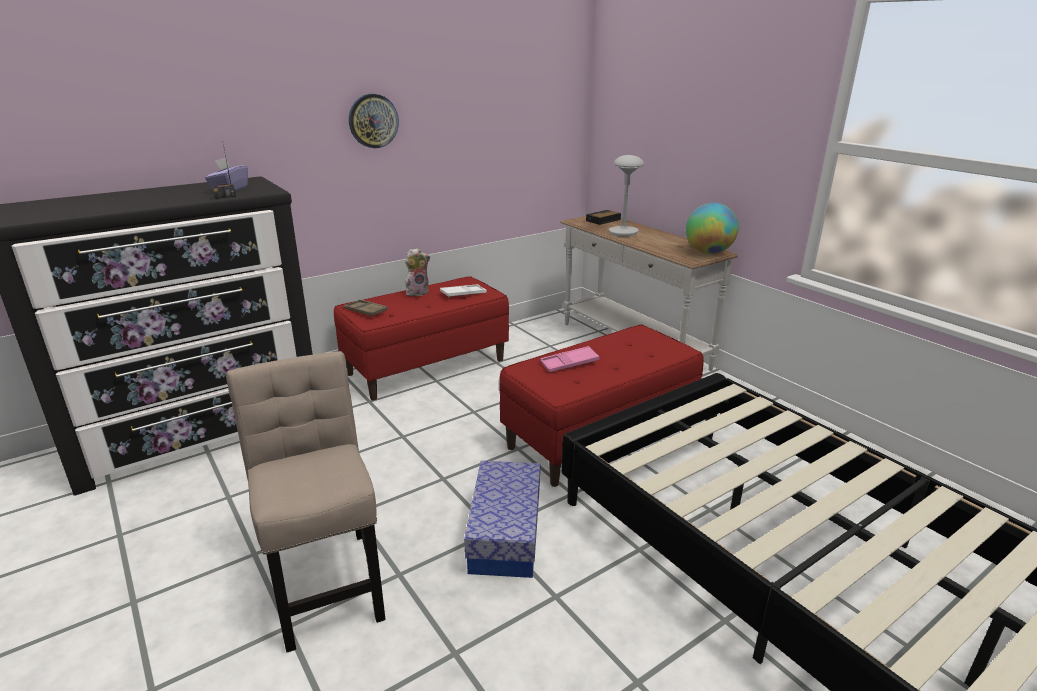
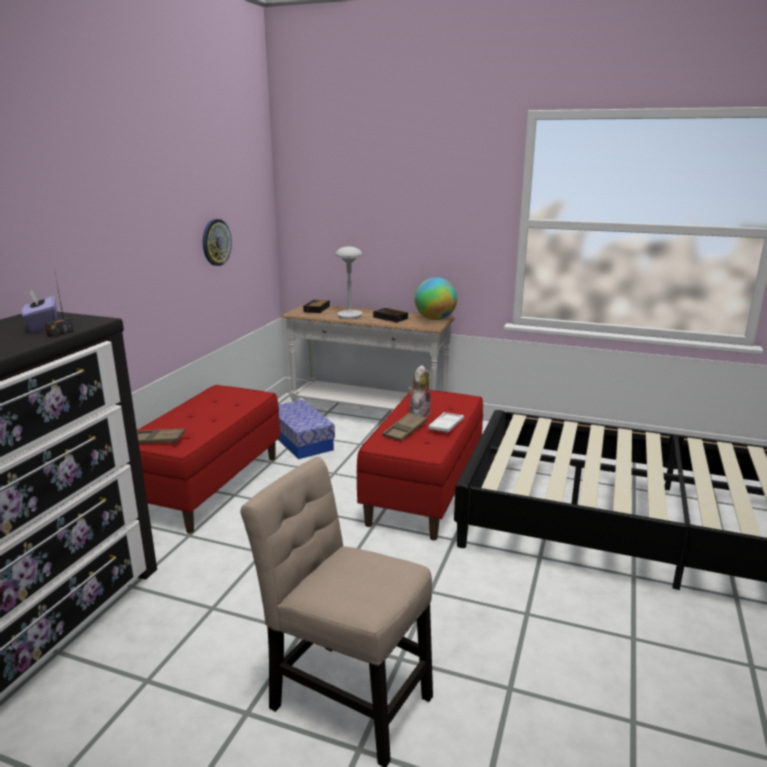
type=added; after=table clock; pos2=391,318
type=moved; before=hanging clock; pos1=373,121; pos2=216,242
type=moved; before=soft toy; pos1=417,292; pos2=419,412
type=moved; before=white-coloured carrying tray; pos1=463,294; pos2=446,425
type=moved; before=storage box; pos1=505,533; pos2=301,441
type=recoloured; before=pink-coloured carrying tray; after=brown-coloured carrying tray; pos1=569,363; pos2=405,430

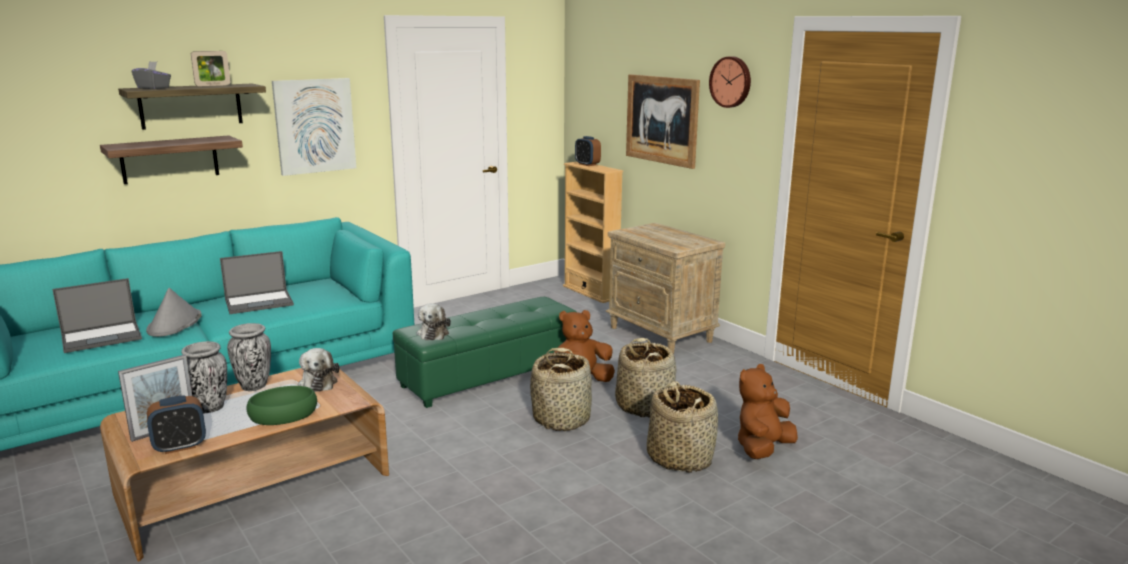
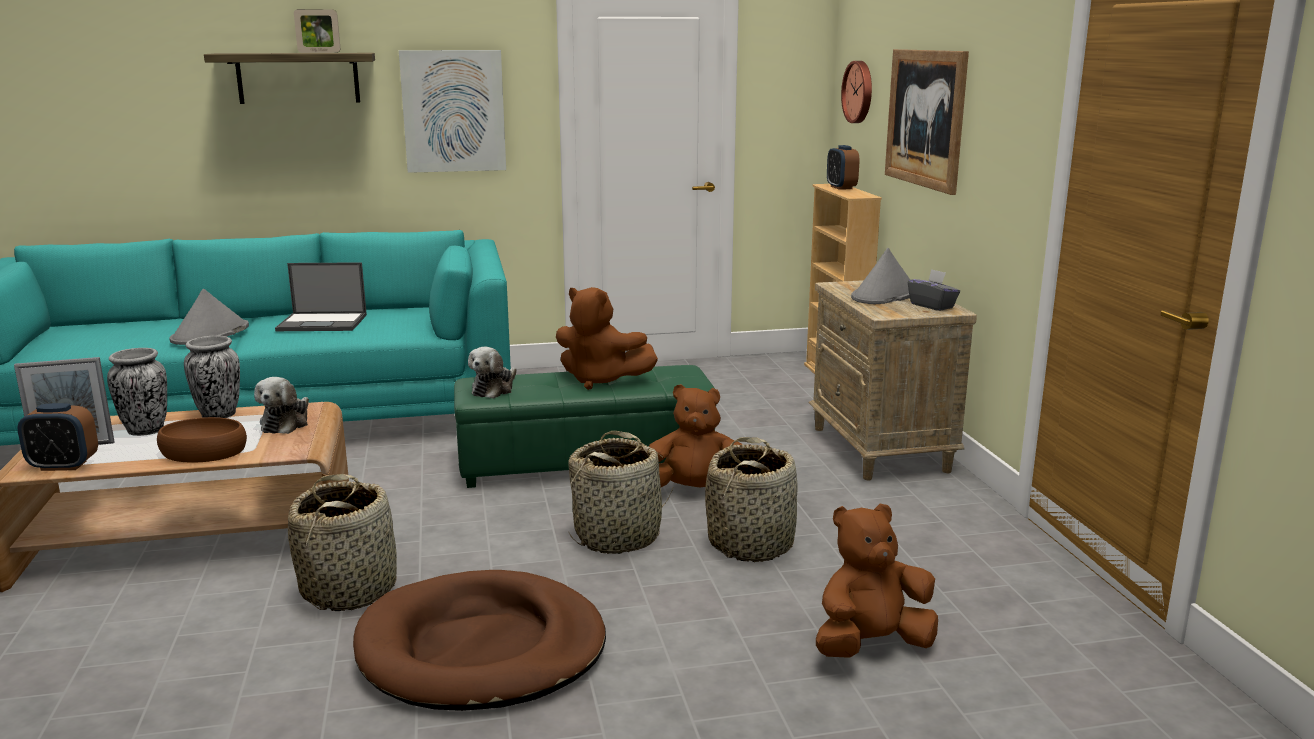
type=removed; before=laptop; pos1=102,337
type=removed; before=bracket shelf; pos1=170,159
type=added; after=brown-coloured dog bed; pos2=481,649
type=added; after=brown-coloured soft toy; pos2=601,380
type=added; after=gray clothing hat; pos2=884,295
type=moved; before=gray tissue box; pos1=153,88; pos2=932,306
type=moved; before=storage basket; pos1=680,458; pos2=350,589
type=moved; before=hanging clock; pos1=731,82; pos2=859,92
type=recoloured; before=greenish deep dish; after=brown-coloured deep dish; pos1=283,414; pos2=203,452

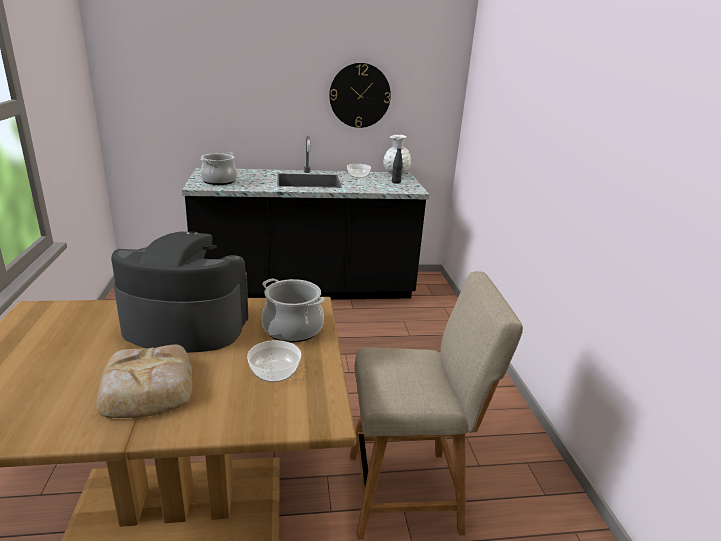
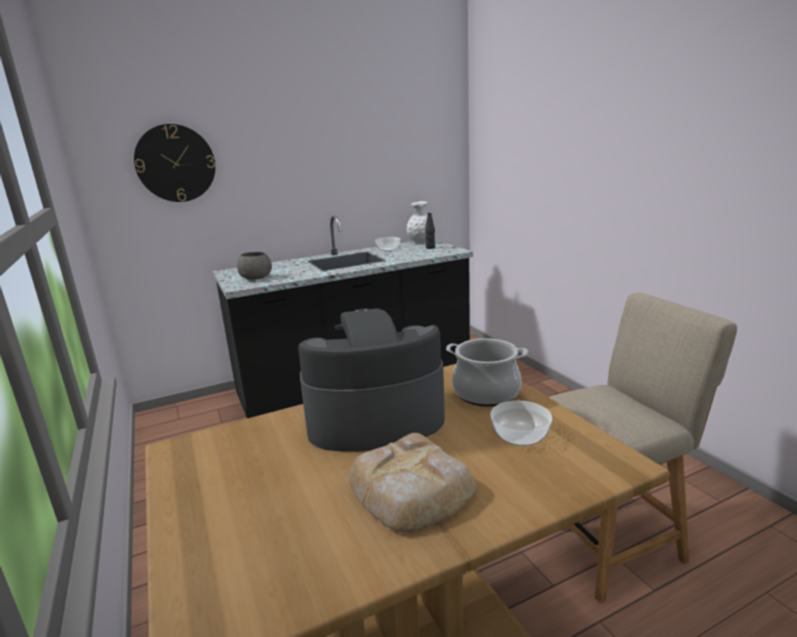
type=moved; before=hanging clock; pos1=359,95; pos2=175,163
type=replaced; before=stockpot; after=gray deep dish; pos1=219,181; pos2=255,277

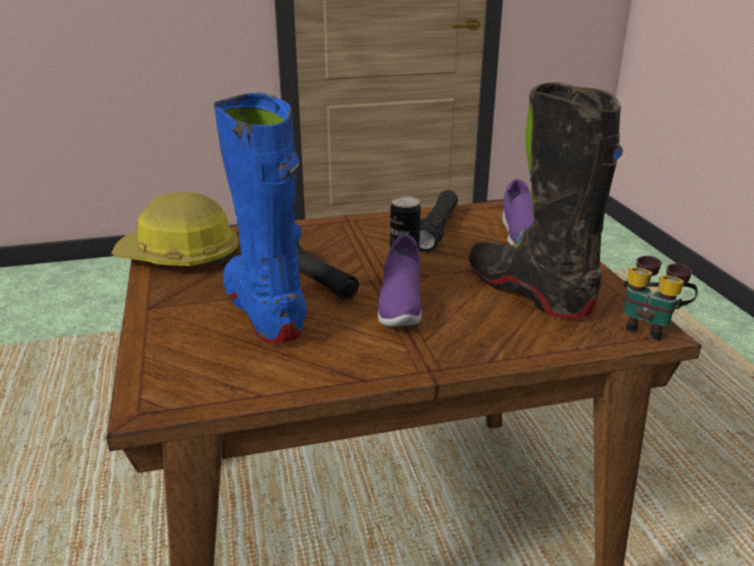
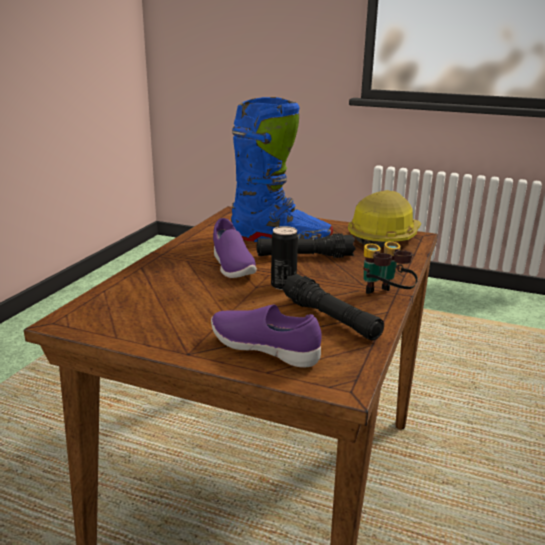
type=removed; before=black-coloured tall boot; pos1=529,291
type=moved; before=pair of binoculars; pos1=649,326; pos2=384,298
type=turned; before=purple-coloured item of footwear; pos1=399,305; pos2=231,267; turn=-150

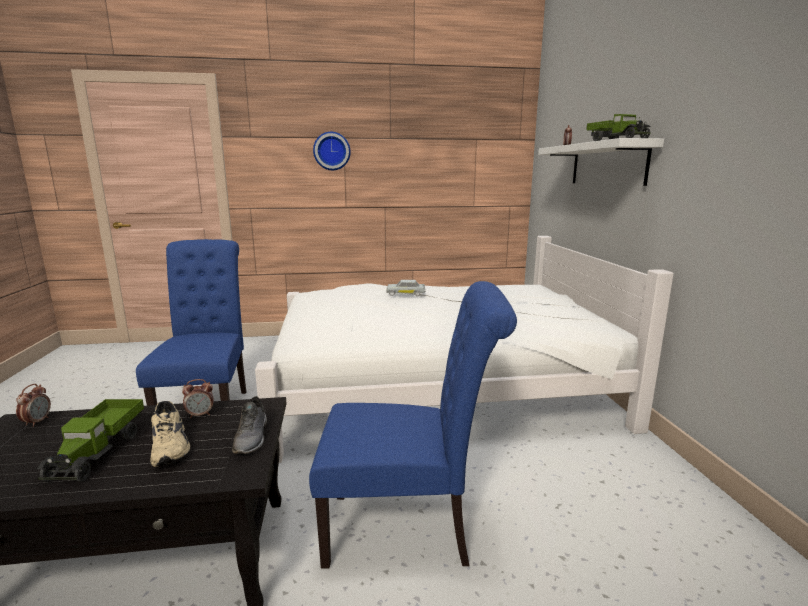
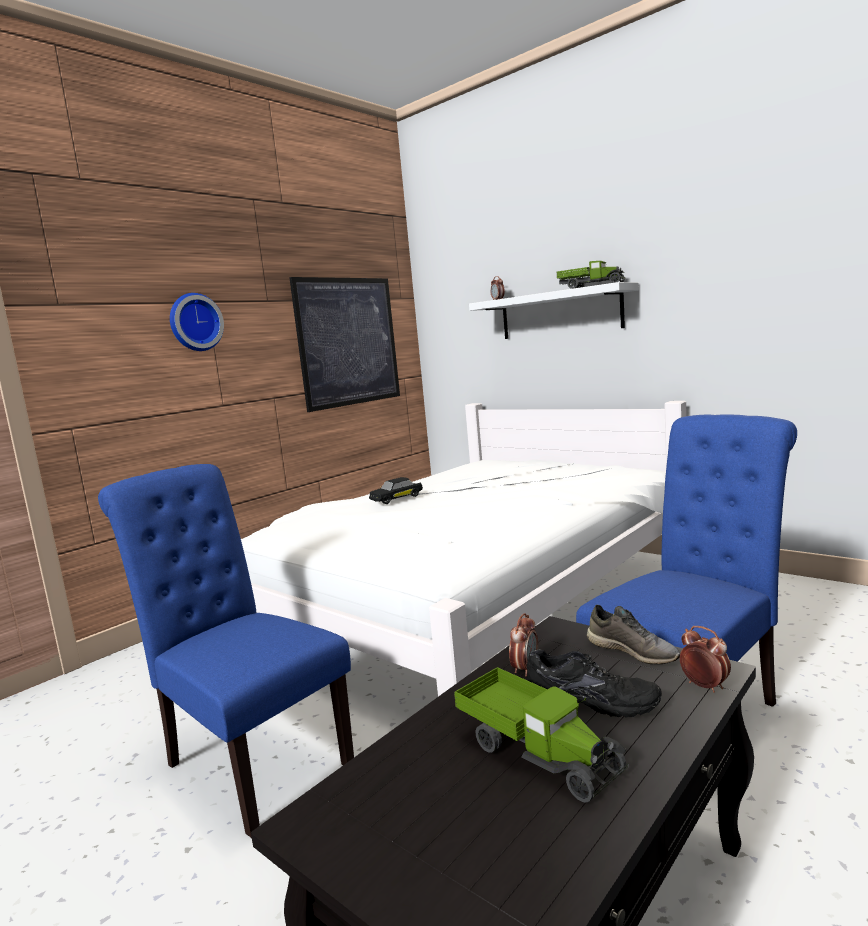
type=added; after=picture; pos2=348,341
type=moved; before=table clock; pos1=37,422; pos2=704,686
type=recoloured; before=beige-coloured item of footwear; after=black-coloured item of footwear; pos1=172,446; pos2=591,699
type=recoloured; before=white-coloured miniature car; after=black-coloured miniature car; pos1=406,294; pos2=396,498

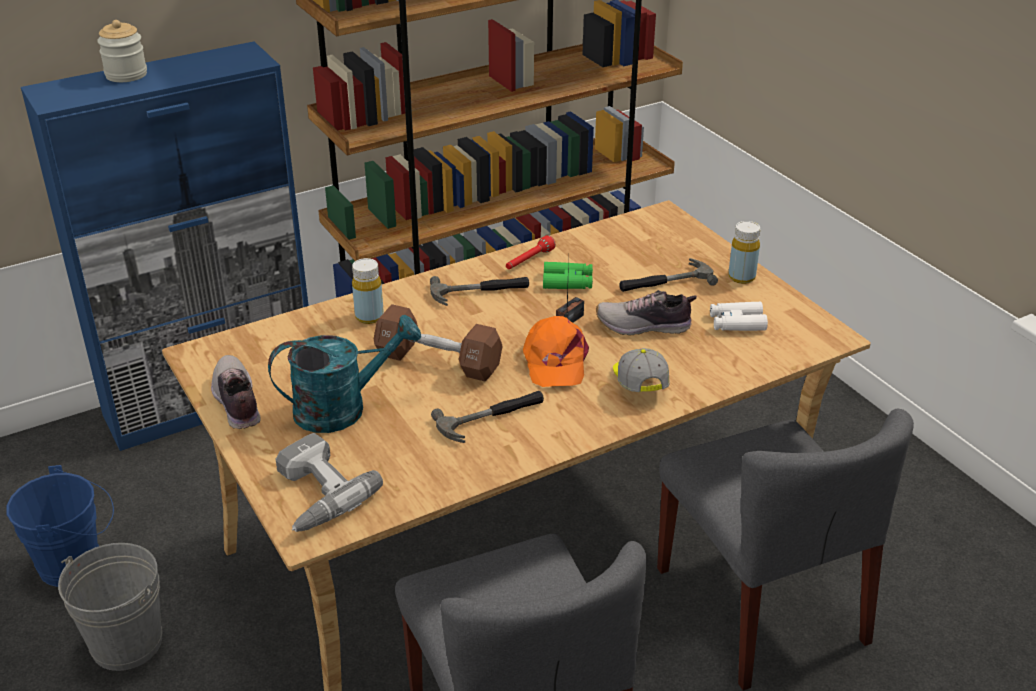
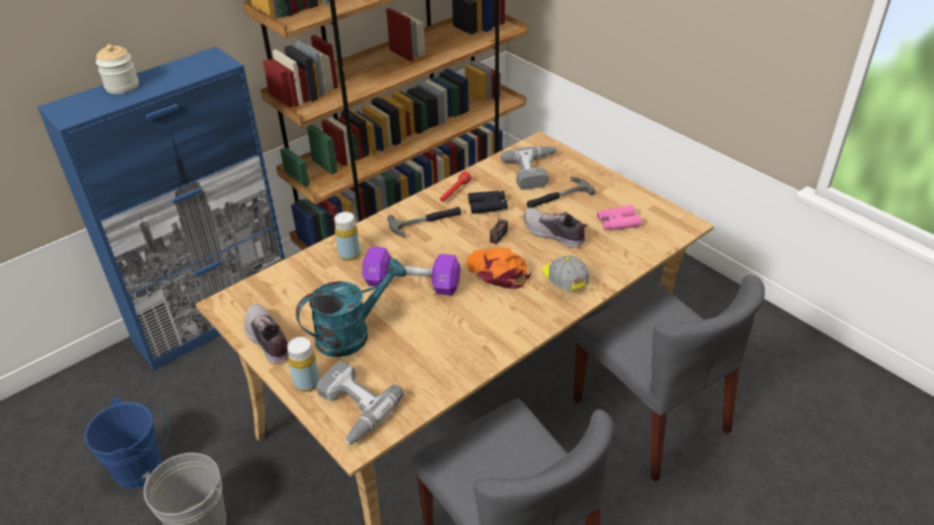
type=removed; before=tool hammer; pos1=492,418
type=added; after=power drill; pos2=535,171
type=moved; before=yellowish drink bottle; pos1=741,277; pos2=307,383
type=recoloured; before=brown-coloured free weight; after=purple-coloured free weight; pos1=438,361; pos2=412,284
type=recoloured; before=greenish pair of binoculars; after=black-coloured pair of binoculars; pos1=567,282; pos2=488,206
type=recoloured; before=white-coloured pair of binoculars; after=pink-coloured pair of binoculars; pos1=737,323; pos2=618,222
type=turned; before=orange-coloured peaked cap; pos1=555,361; pos2=498,271; turn=150
type=turned; before=item of footwear; pos1=644,326; pos2=553,234; turn=45

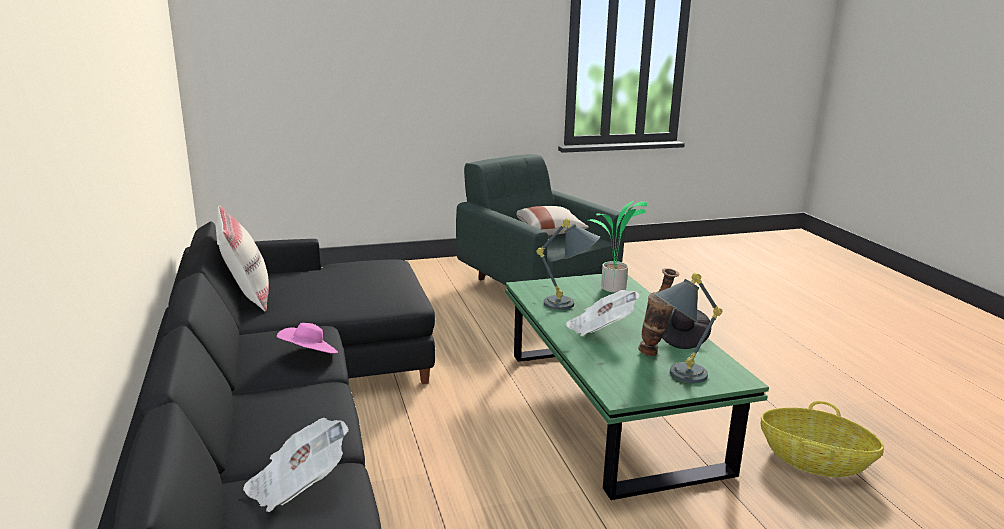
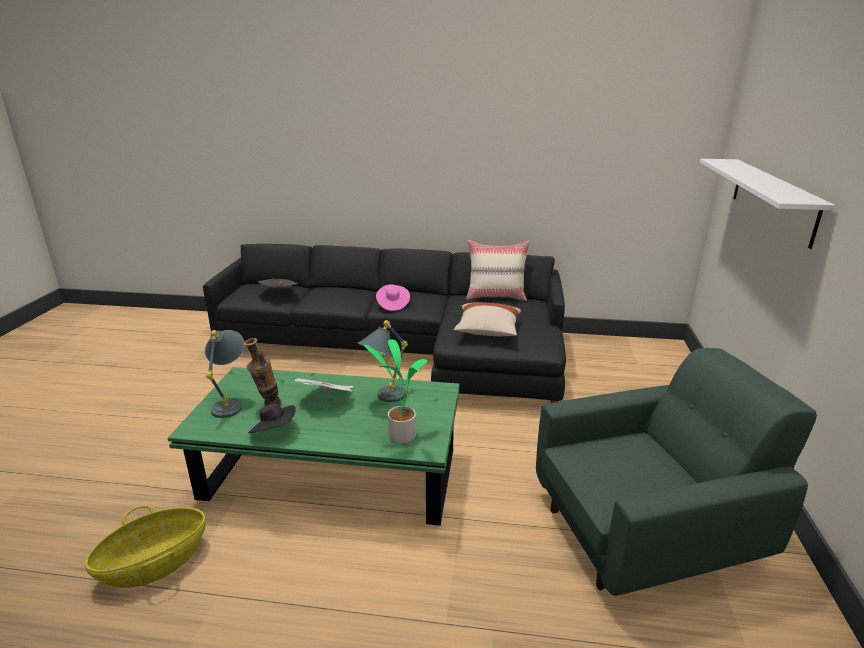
type=added; after=white-coloured bracket shelf; pos2=772,199
type=moved; before=beige-coloured pillow; pos1=549,232; pos2=487,331

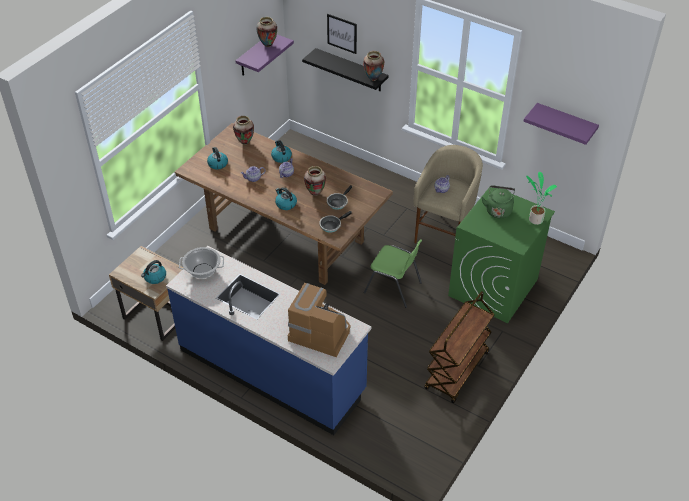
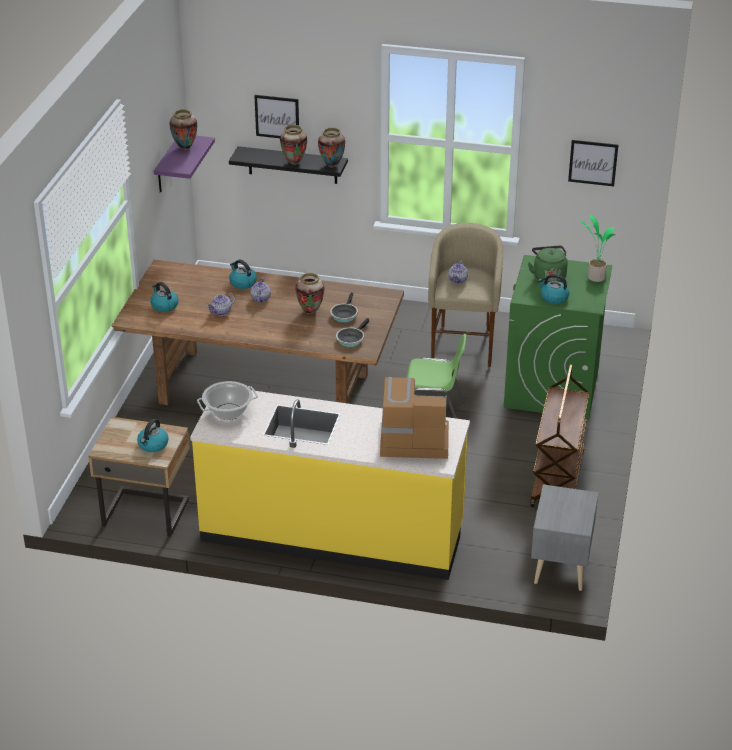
type=added; after=gray nightstand; pos2=560,566
type=moved; before=flower vase; pos1=245,142; pos2=294,162
type=moved; before=kettle; pos1=285,204; pos2=553,298
type=replaced; before=purple-coloured bracket shelf; after=picture; pos1=565,123; pos2=593,162
type=recoloured; before=blue kitchen counter; after=yellowish kitchen counter; pos1=272,370; pos2=332,533

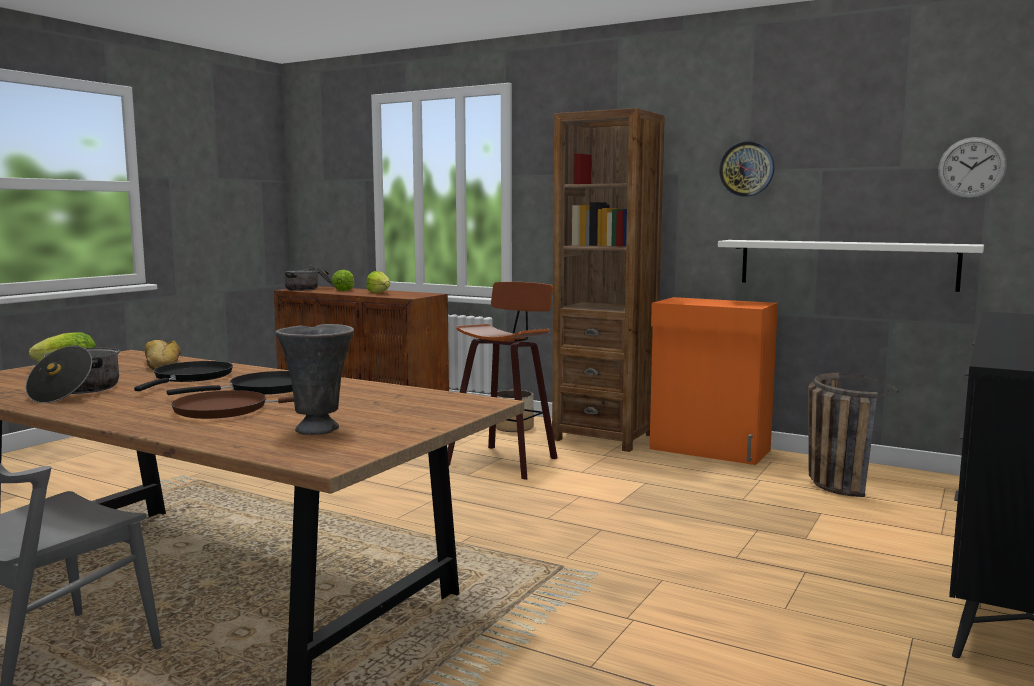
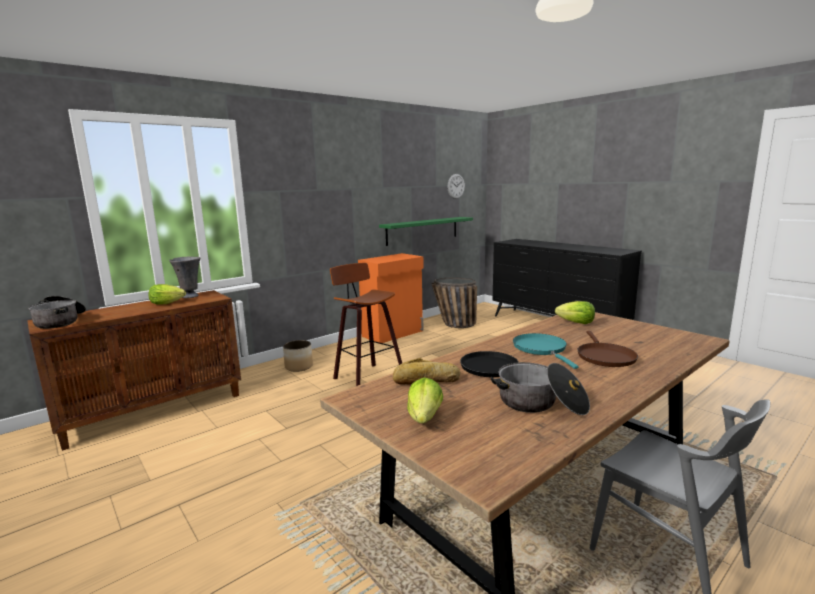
type=removed; before=brown-coloured bookcase; pos1=604,437
type=removed; before=hanging clock; pos1=746,169
type=moved; before=gray flower vase; pos1=319,429; pos2=190,296
type=moved; before=lettuce head; pos1=344,290; pos2=576,323
type=recoloured; before=black-coloured pan; after=turquoise-coloured pan; pos1=265,389; pos2=541,349
type=recoloured; before=white-coloured bracket shelf; after=greenish bracket shelf; pos1=845,264; pos2=422,230

